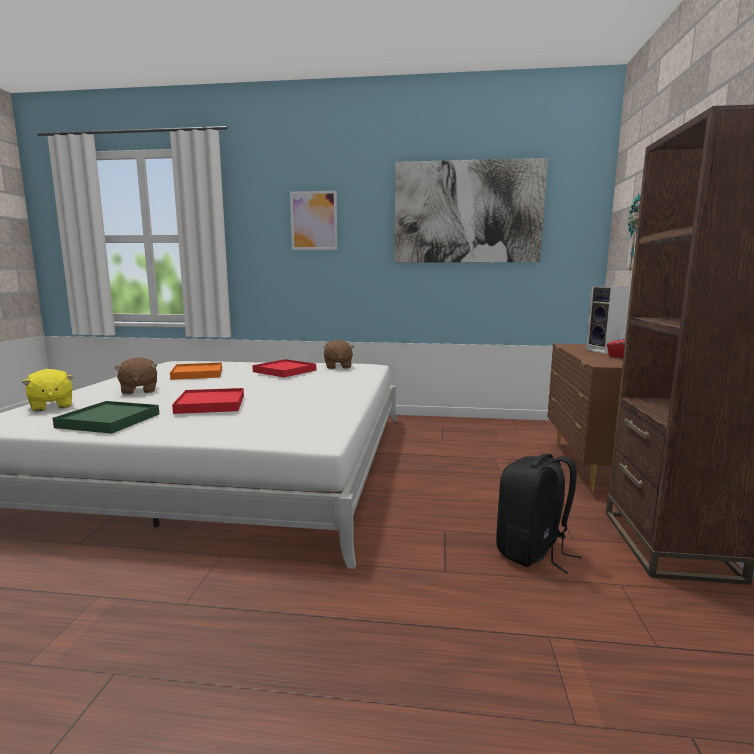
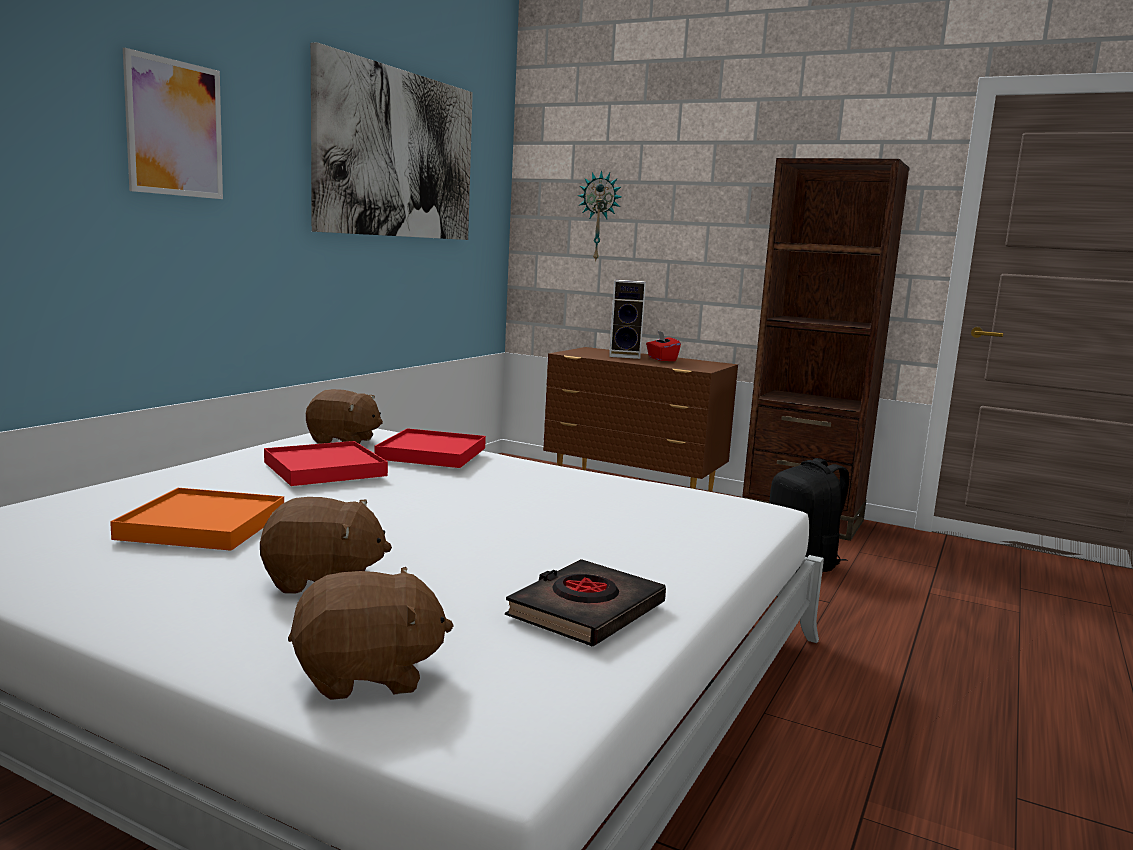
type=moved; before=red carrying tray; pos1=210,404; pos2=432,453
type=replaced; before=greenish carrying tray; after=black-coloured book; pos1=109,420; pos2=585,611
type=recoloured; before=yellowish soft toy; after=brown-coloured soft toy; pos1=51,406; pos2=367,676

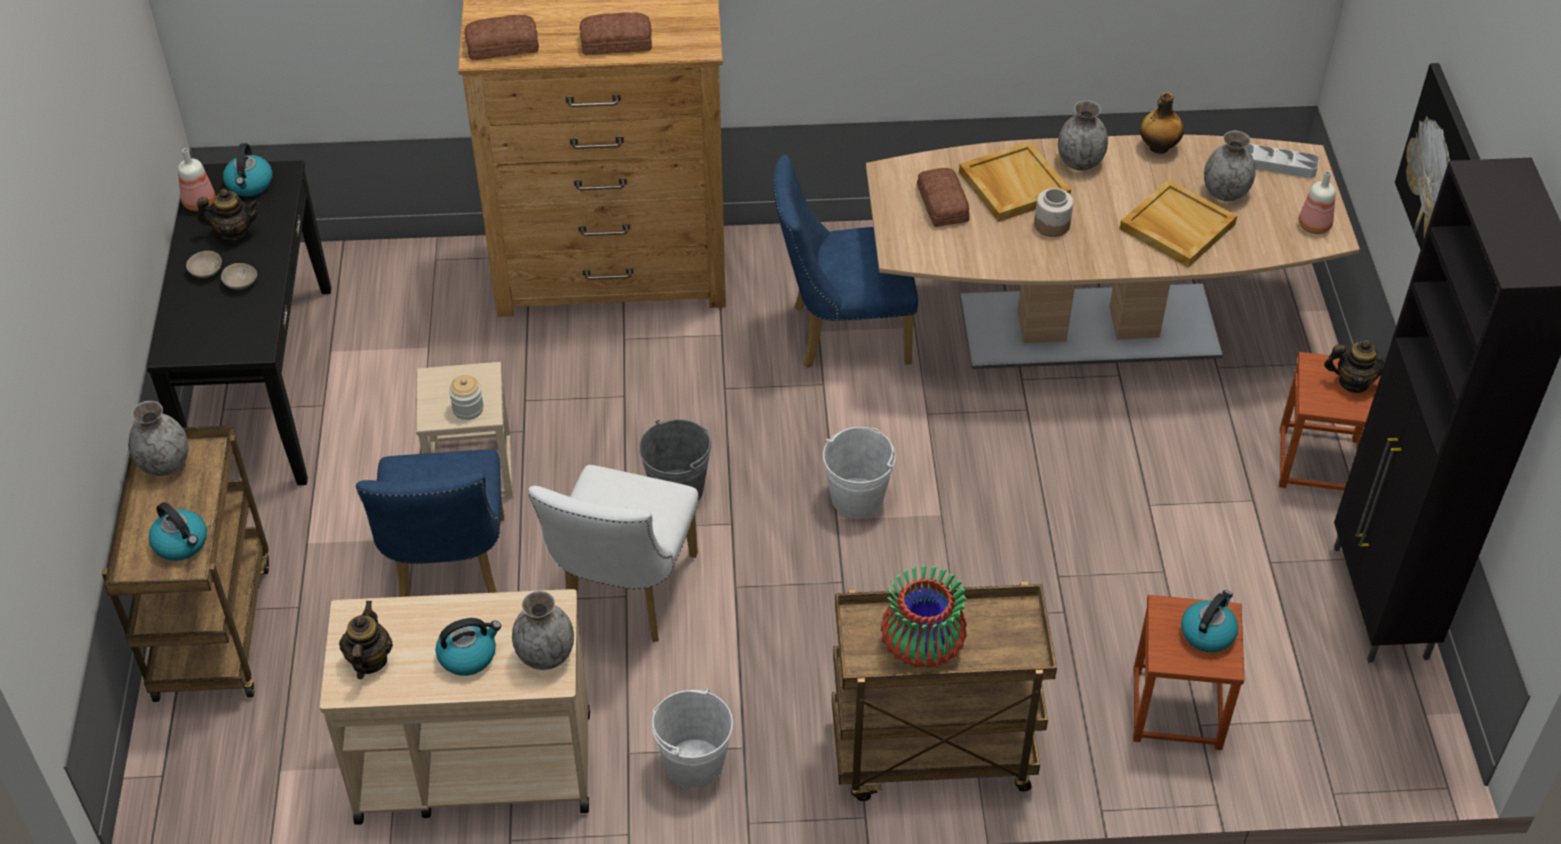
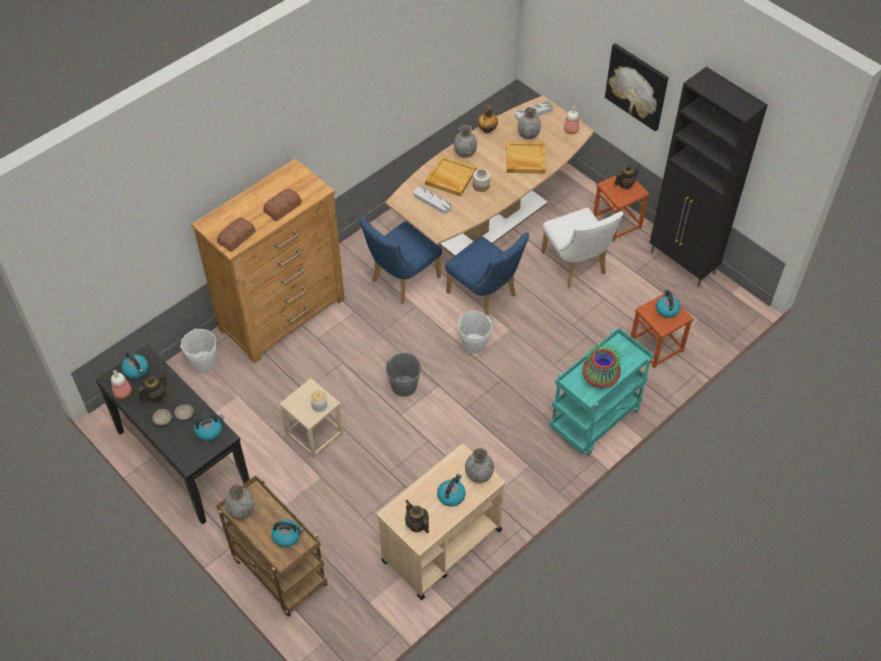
type=added; after=kettle; pos2=209,431
type=moved; before=blue plain chair; pos1=449,575; pos2=485,297
type=moved; before=white-coloured plain chair; pos1=623,596; pos2=576,267
type=moved; before=white-coloured pail; pos1=694,764; pos2=203,361
type=replaced; before=baked bread; after=gray carrying tray; pos1=941,204; pos2=432,202
type=recoloured; before=brown-coloured trolley; after=turquoise-coloured trolley; pos1=931,755; pos2=595,421

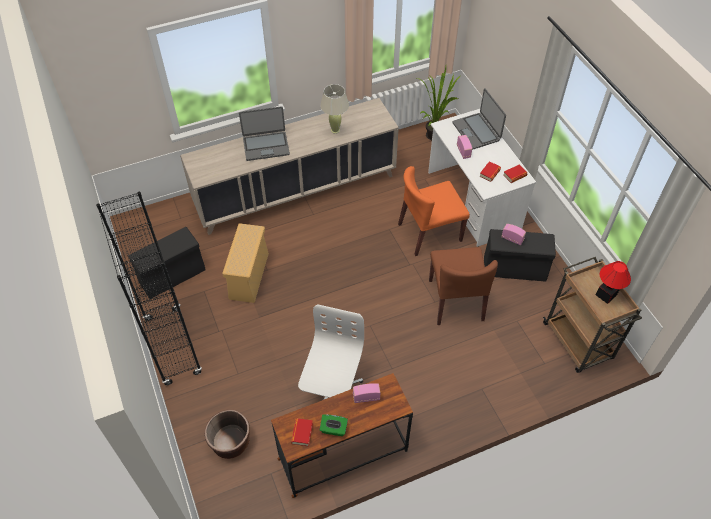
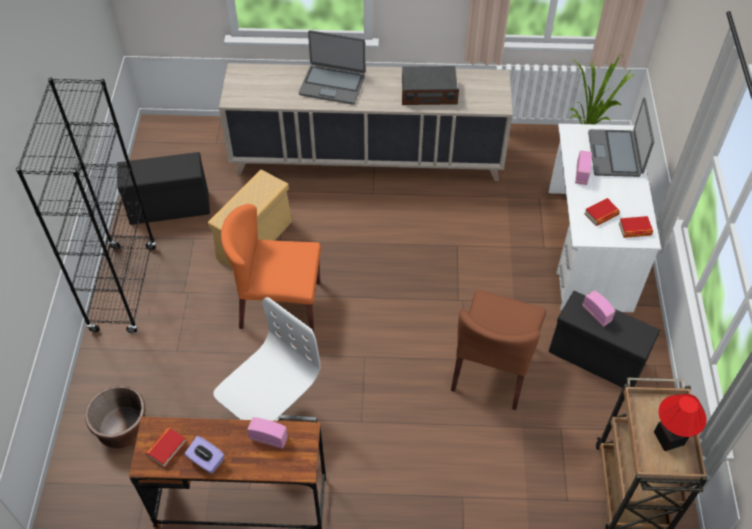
type=moved; before=orange-coloured plain chair; pos1=429,233; pos2=279,304
type=replaced; before=beige-coloured tabletop lamp; after=radio set; pos1=335,130; pos2=428,92
type=recoloured; before=greenish tissue box; after=purple-coloured tissue box; pos1=333,429; pos2=206,460

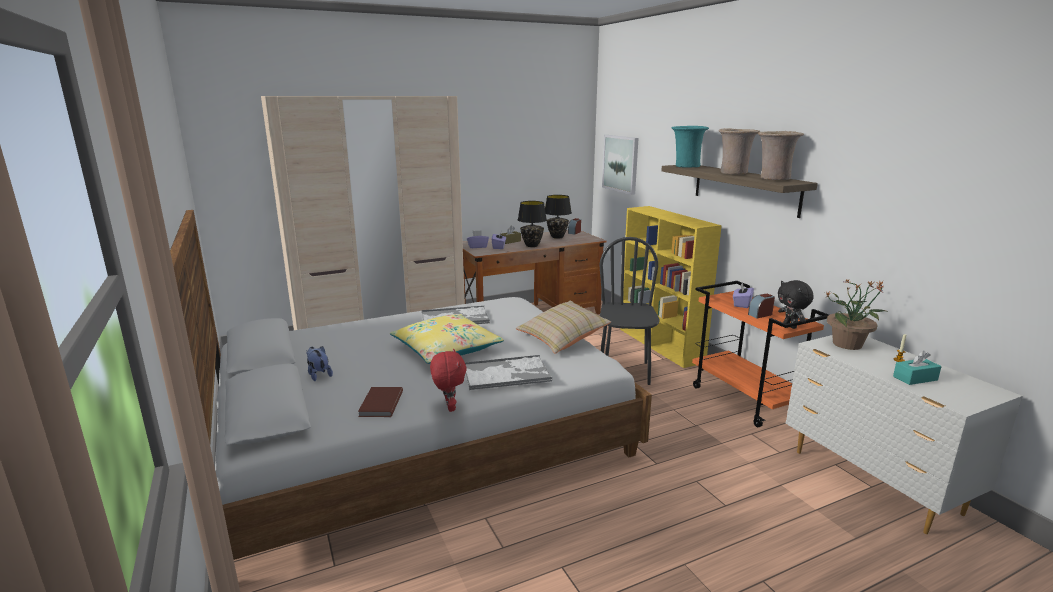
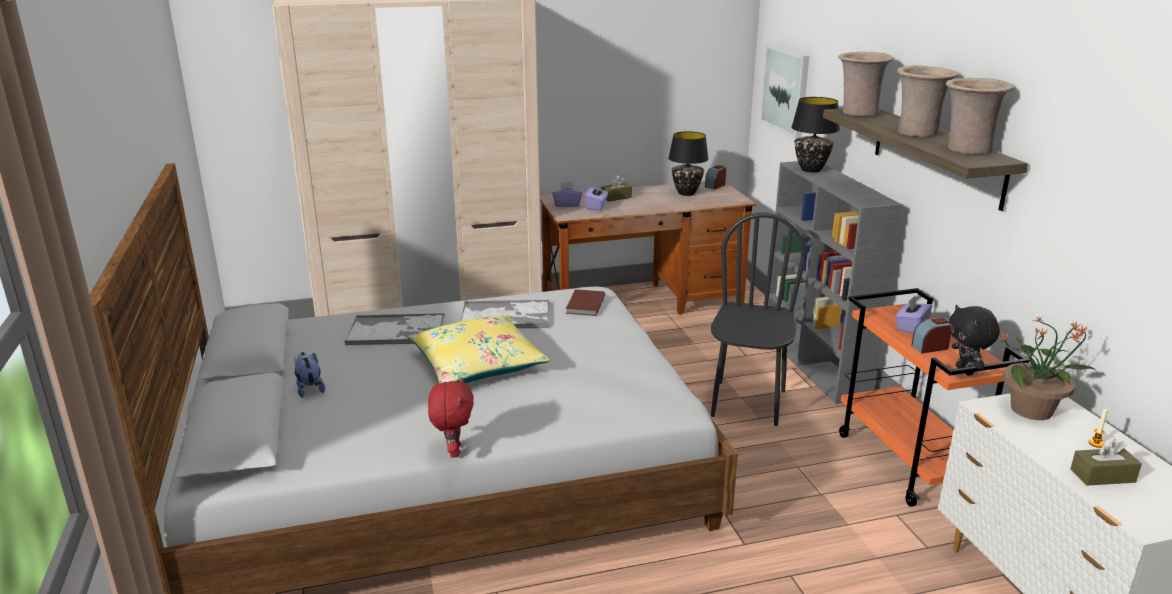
type=removed; before=beige-coloured pillow; pos1=562,339
type=moved; before=brown-coloured book; pos1=380,404; pos2=584,305
type=moved; before=carrying tray; pos1=507,373; pos2=397,331
type=moved; before=black-coloured tabletop lamp; pos1=532,245; pos2=811,170
type=recoloured; before=yellowish bookcase; after=gray bookcase; pos1=661,345; pos2=816,365
type=recoloured; before=turquoise-coloured flower vase; after=beige-coloured flower vase; pos1=686,166; pos2=858,114
type=recoloured; before=turquoise-coloured tissue box; after=brown-coloured tissue box; pos1=915,378; pos2=1102,476

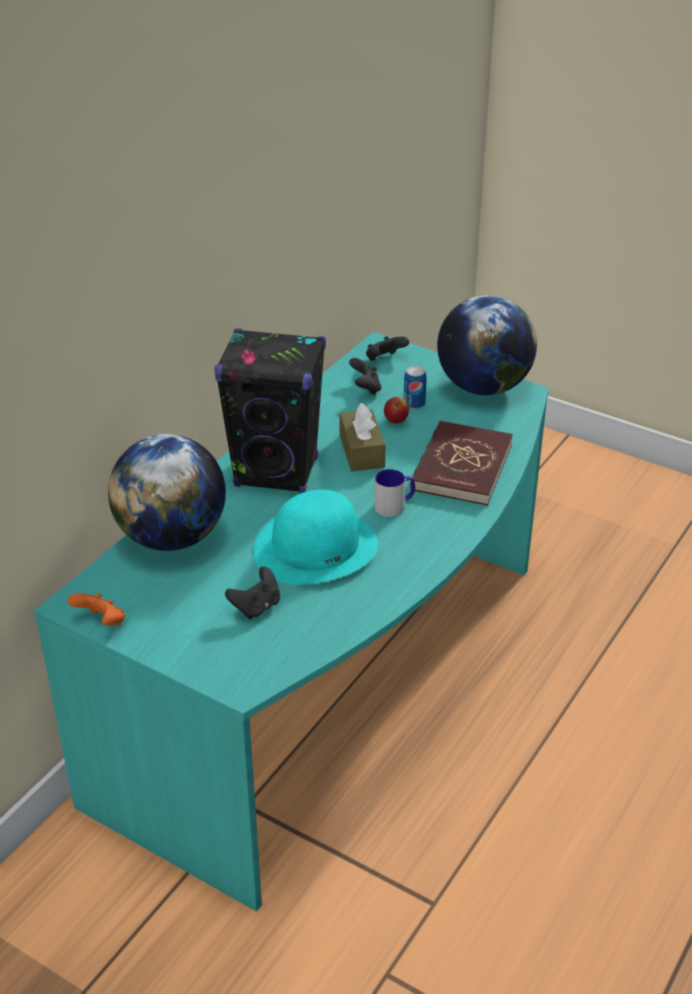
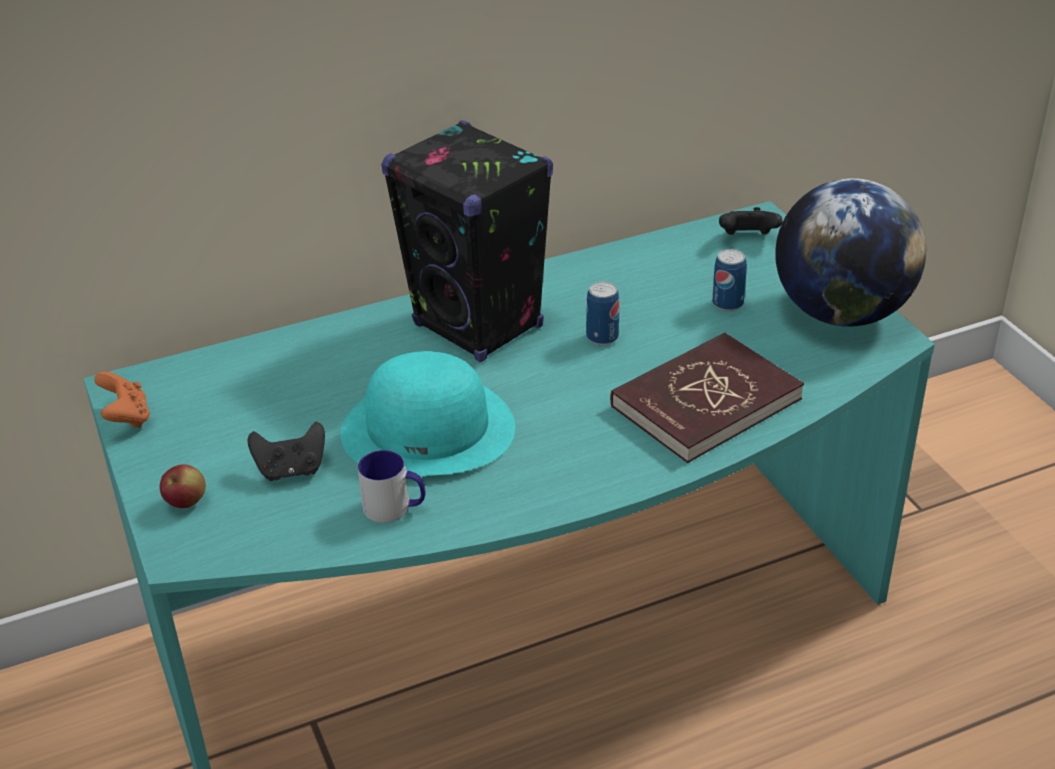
type=removed; before=globe; pos1=172,537
type=removed; before=black-coloured joypad; pos1=365,388
type=moved; before=tea mug; pos1=394,506; pos2=395,508
type=moved; before=apple fruit; pos1=396,421; pos2=186,502
type=replaced; before=brown-coloured tissue box; after=sealed can; pos1=361,451; pos2=602,337

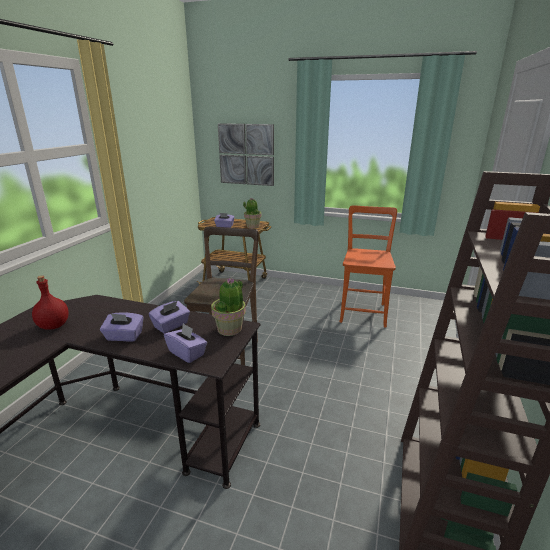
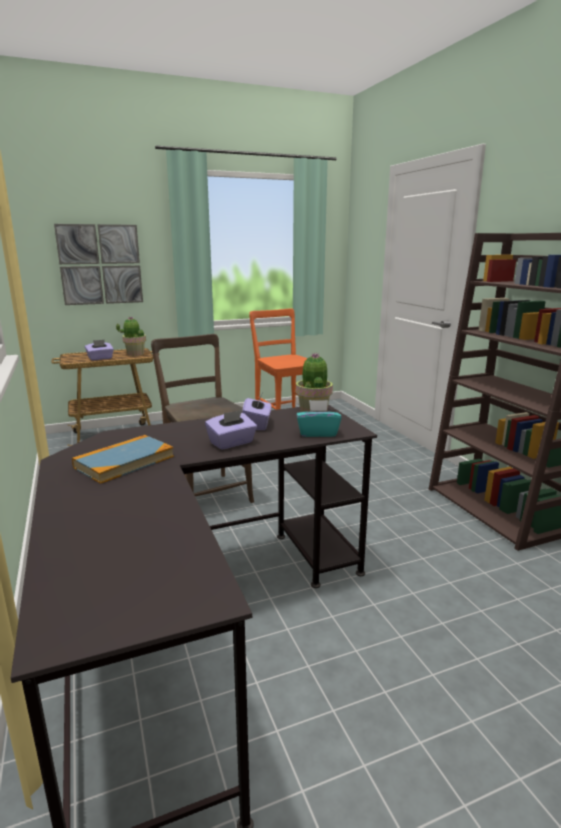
type=replaced; before=red drink bottle; after=book; pos1=53,326; pos2=124,462
type=recoloured; before=purple-coloured tissue box; after=turquoise-coloured tissue box; pos1=187,353; pos2=317,433

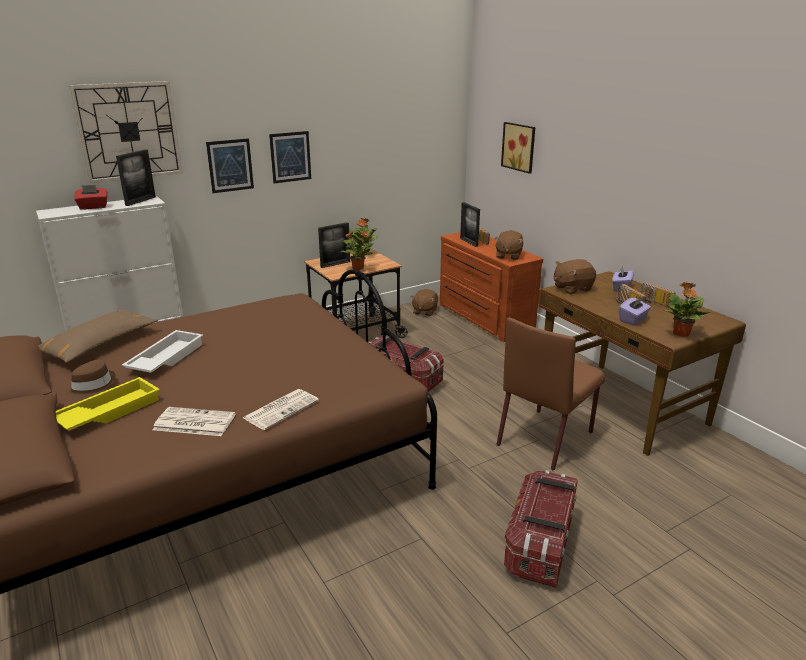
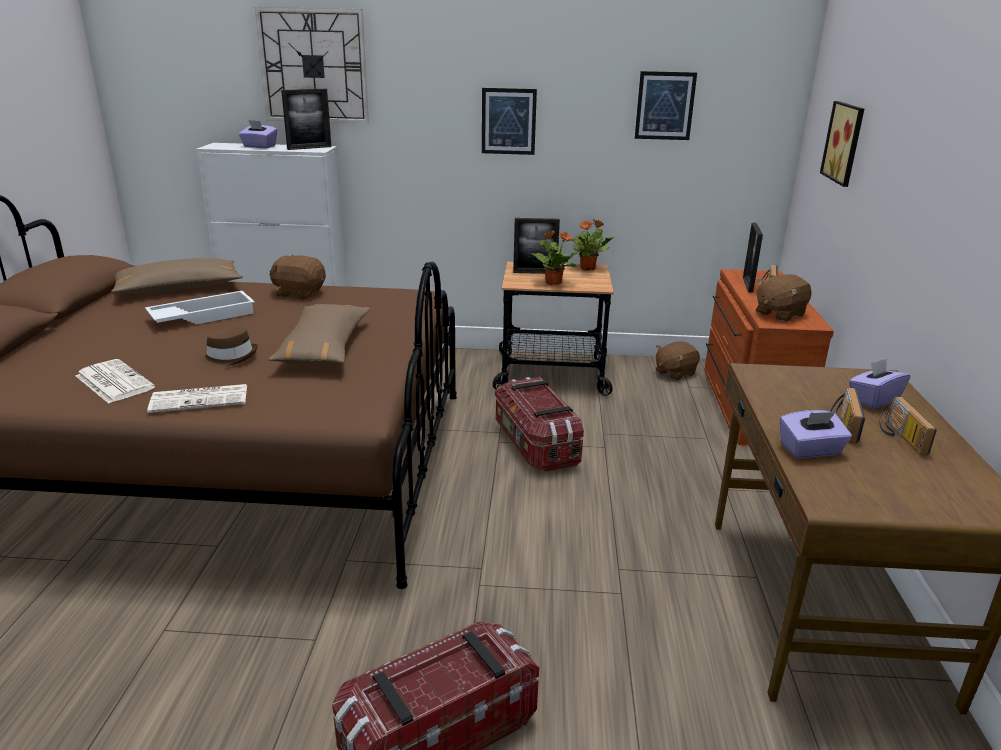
type=removed; before=yellowish carrying tray; pos1=108,411
type=removed; before=brown-coloured plain chair; pos1=546,437
type=removed; before=houseplant; pos1=680,334
type=added; after=brown-coloured pillow; pos2=324,347
type=moved; before=brown-coloured clothing hat; pos1=92,386; pos2=230,357
type=moved; before=picture; pos1=230,165; pos2=665,106
type=moved; before=brown-coloured soft toy; pos1=572,288; pos2=299,293
type=recoloured; before=red tissue box; after=purple-coloured tissue box; pos1=93,207; pos2=259,146

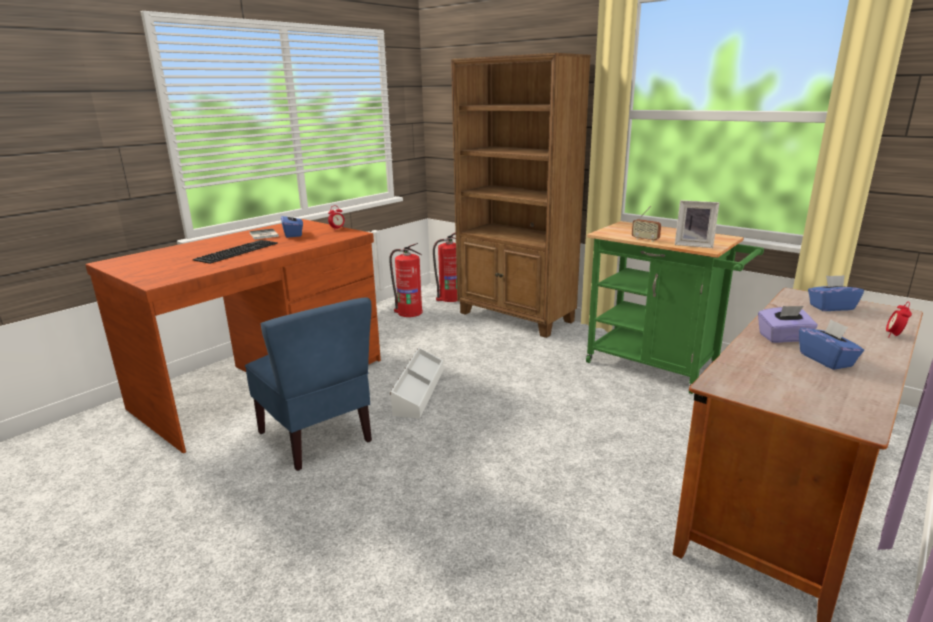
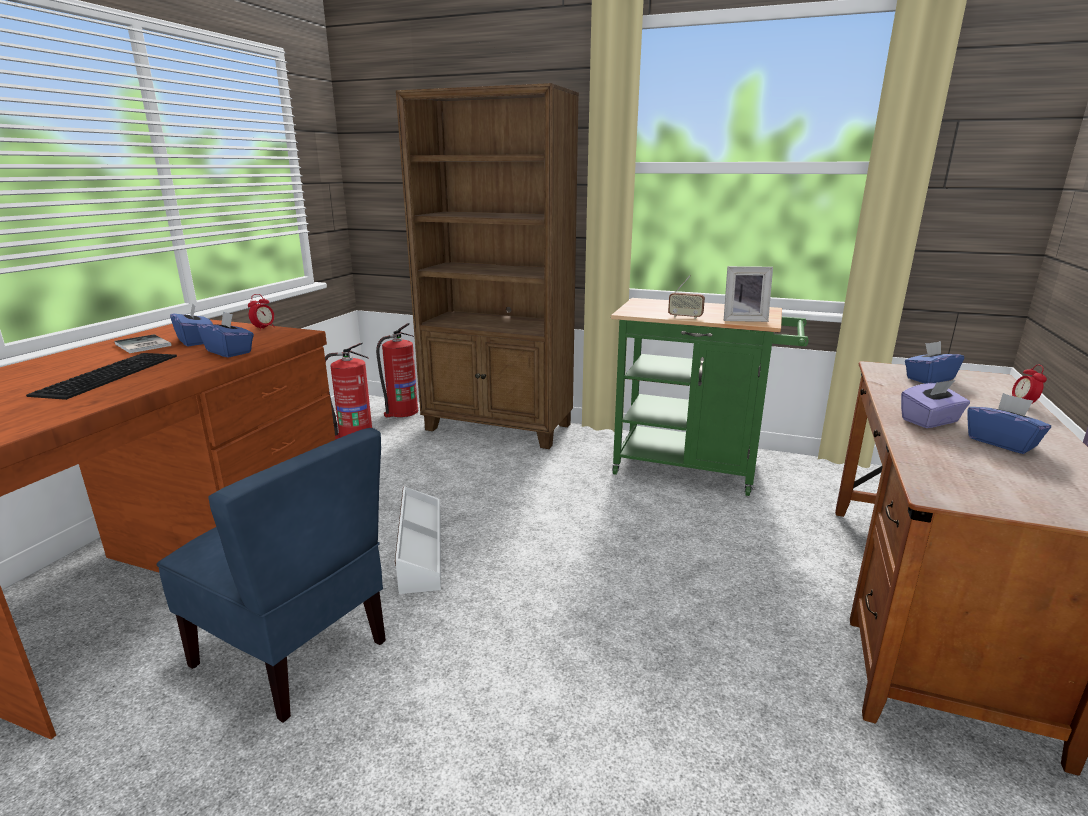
type=added; after=blue tissue box; pos2=229,352

